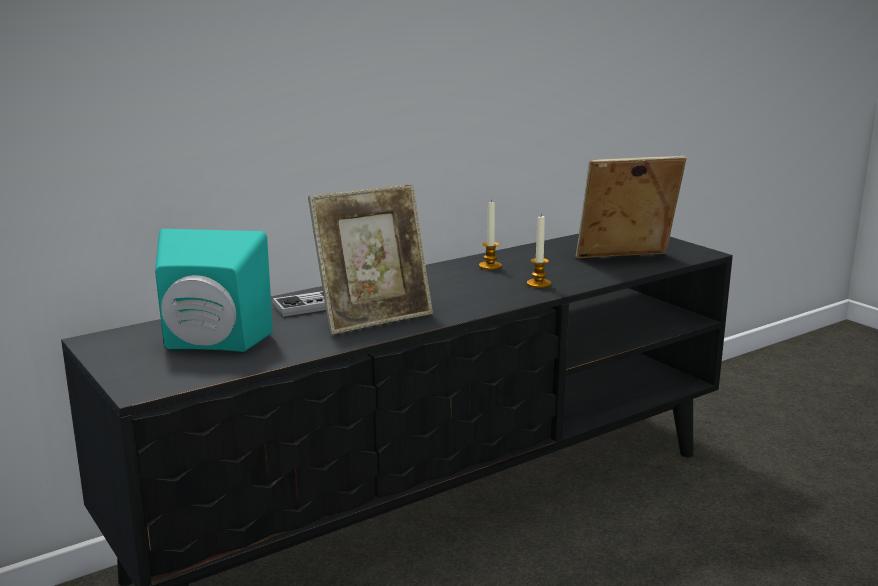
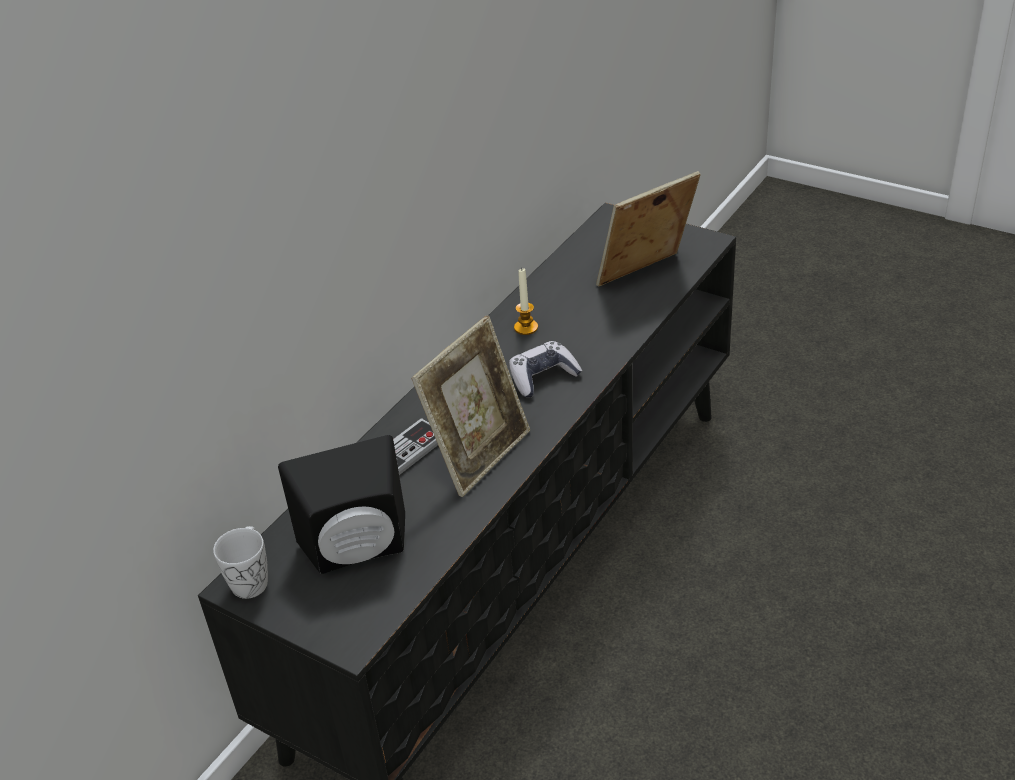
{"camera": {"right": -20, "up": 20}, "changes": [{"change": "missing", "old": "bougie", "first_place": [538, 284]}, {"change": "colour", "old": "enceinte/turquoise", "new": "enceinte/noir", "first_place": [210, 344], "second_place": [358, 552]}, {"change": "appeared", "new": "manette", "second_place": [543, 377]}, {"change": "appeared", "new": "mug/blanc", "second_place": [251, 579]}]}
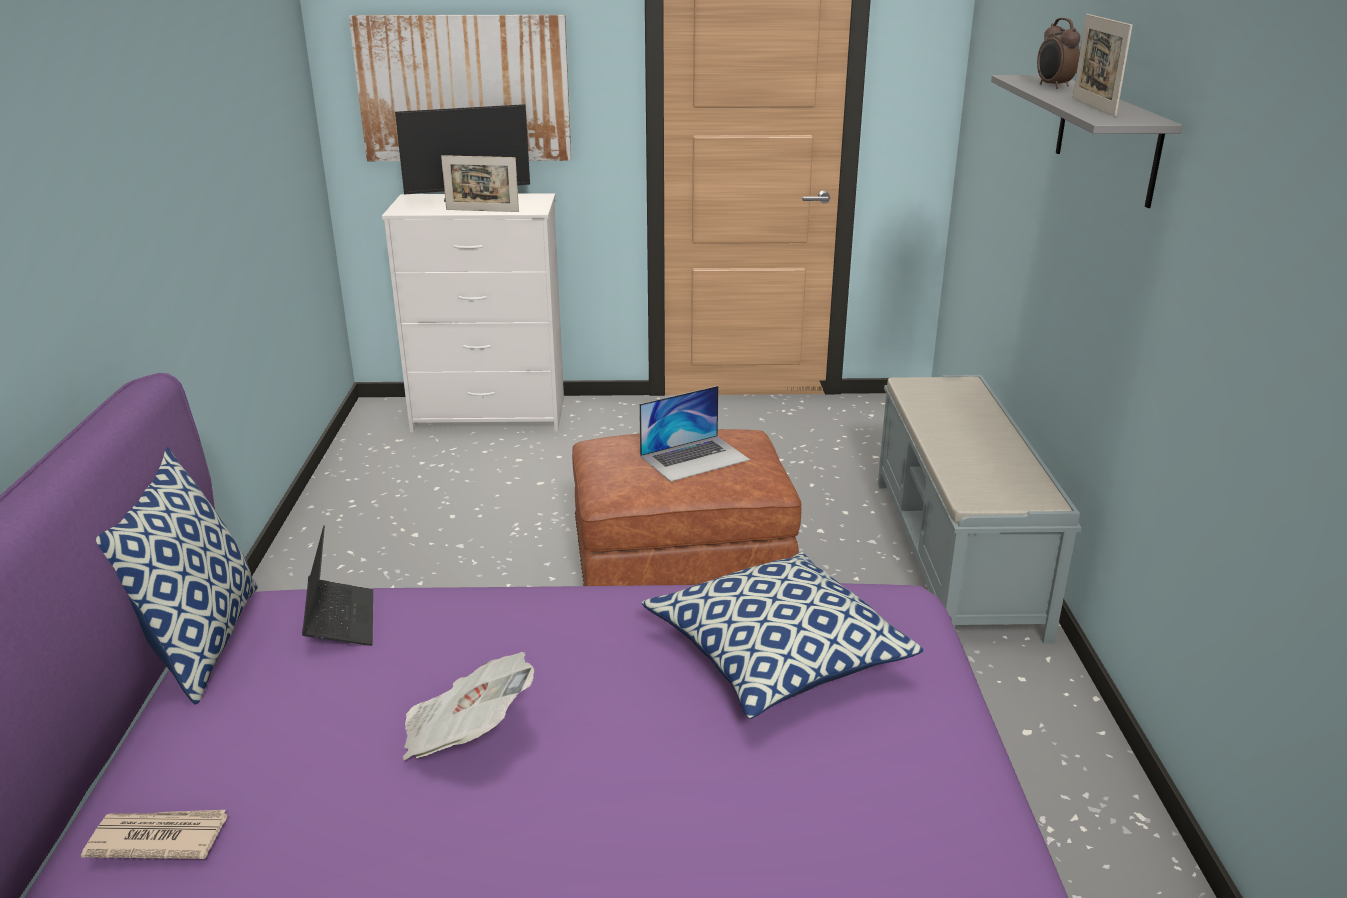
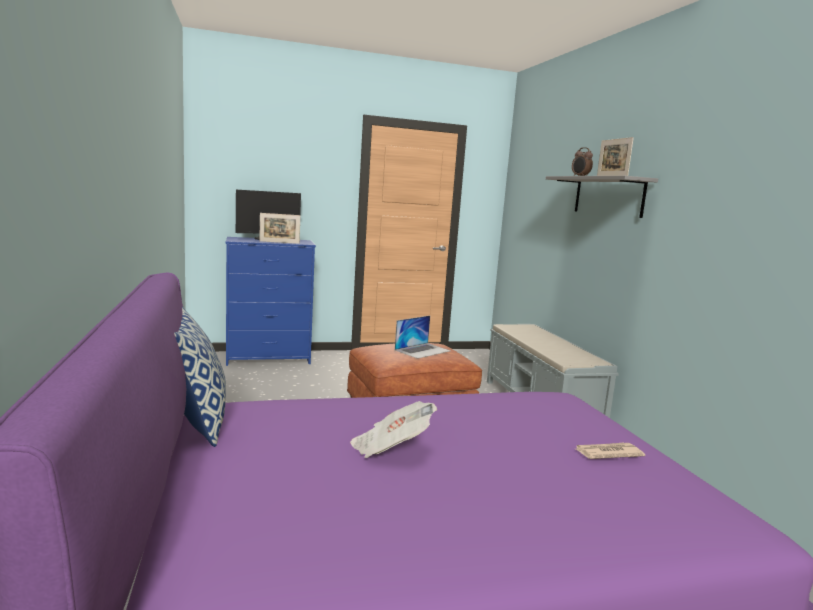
{"camera": {"right": -15, "up": -15}, "changes": [{"change": "missing", "old": "tableau", "first_place": [464, 89]}, {"change": "colour", "old": "commode/blanc", "new": "commode/bleu", "first_place": [491, 414], "second_place": [269, 358]}, {"change": "missing", "old": "ordinateur portable", "first_place": [340, 621]}, {"change": "missing", "old": "coussin", "first_place": [776, 656]}, {"change": "relocated", "old": "journal", "first_place": [157, 838], "second_place": [607, 453]}]}
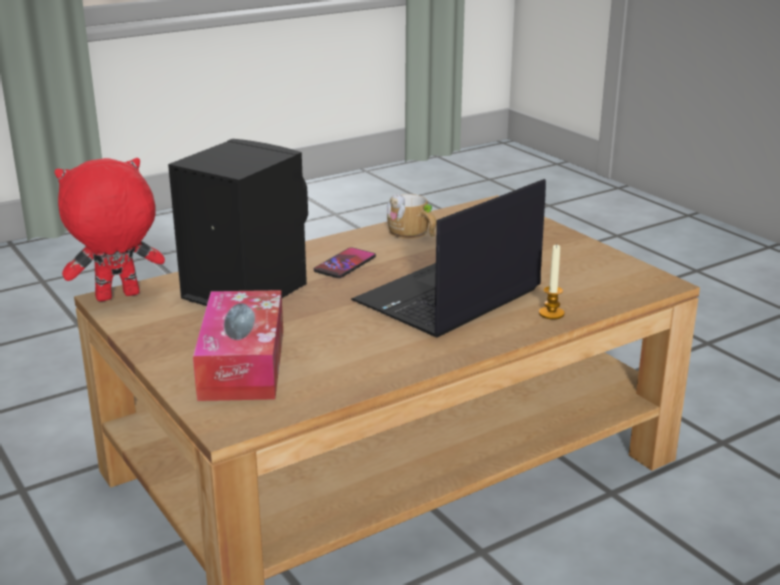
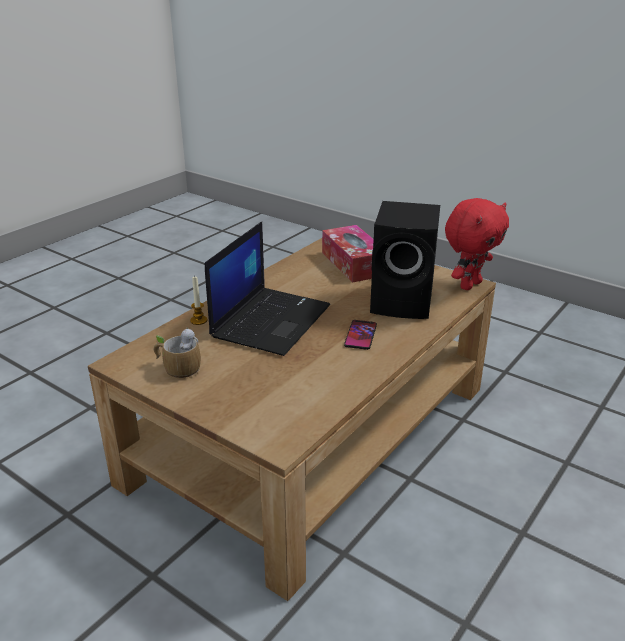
{"camera": {"right": 160, "up": 5}, "changes": [{"change": "relocated", "old": "mug", "first_place": [413, 234], "second_place": [177, 367]}]}
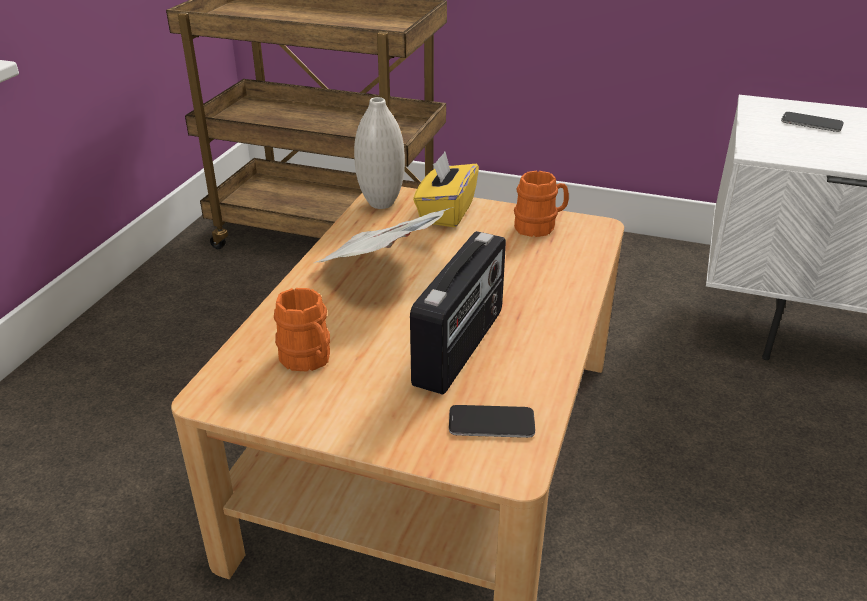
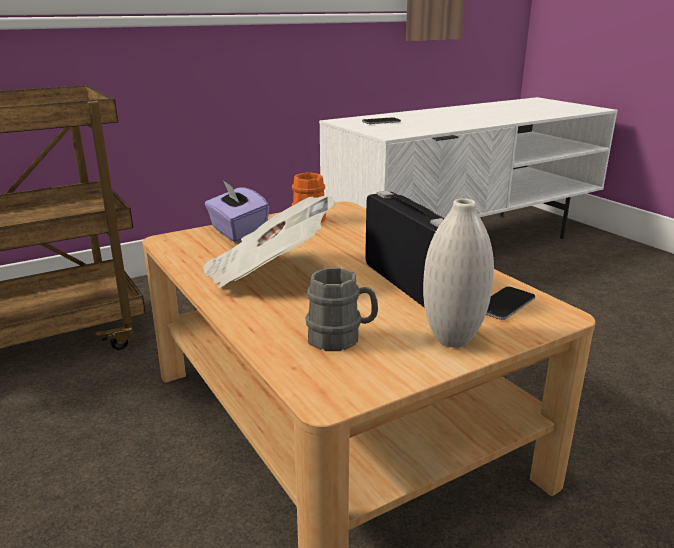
{"camera": {"right": -50, "up": -10}, "changes": [{"change": "relocated", "old": "vase/blanc", "first_place": [381, 203], "second_place": [452, 339]}, {"change": "colour", "old": "boîte à mouchoirs/jaune", "new": "boîte à mouchoirs/violet", "first_place": [446, 212], "second_place": [237, 232]}, {"change": "colour", "old": "mug/orange", "new": "mug/gris", "first_place": [309, 360], "second_place": [341, 338]}]}
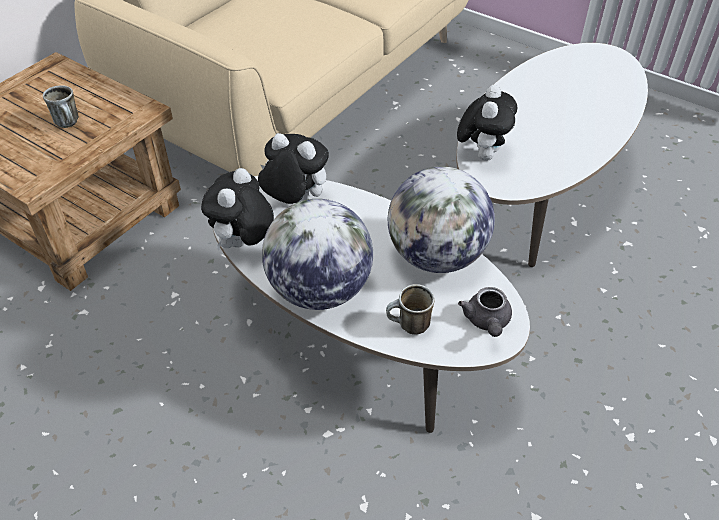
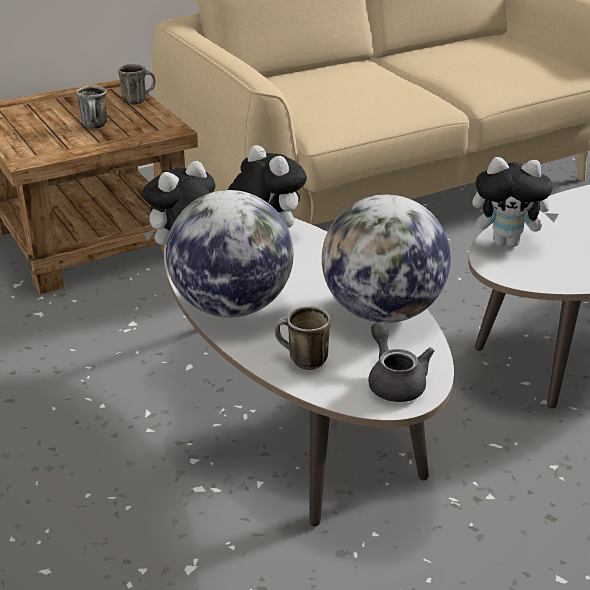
{"camera": {"right": 25, "up": -15}, "changes": [{"change": "spun", "old": "peluche", "first_place": [482, 154], "second_place": [507, 242], "degrees": 60}, {"change": "spun", "old": "théière/gris", "first_place": [487, 322], "second_place": [394, 381], "degrees": 135}, {"change": "appeared", "new": "mug", "second_place": [138, 100]}]}
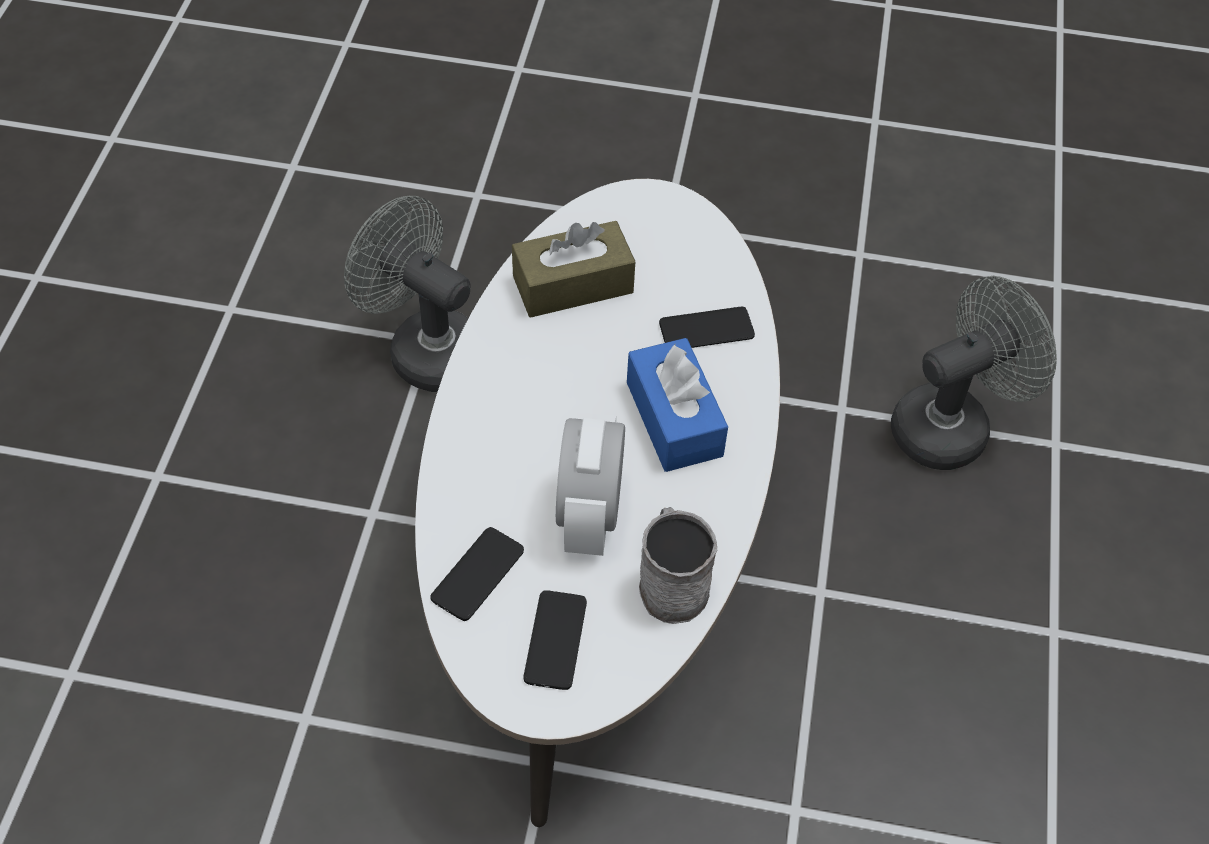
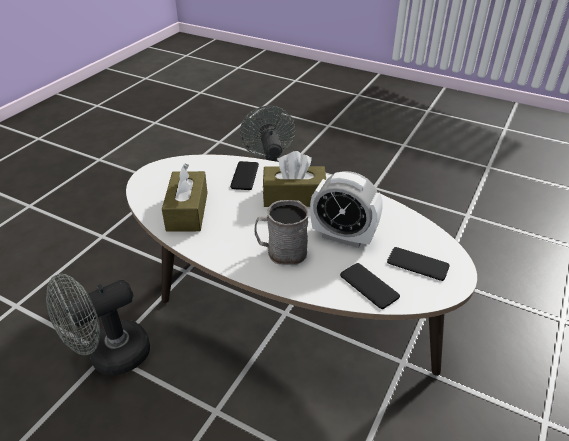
{"camera": {"right": -70, "up": -15}, "changes": [{"change": "colour", "old": "boîte à mouchoirs/bleu", "new": "boîte à mouchoirs/marron", "first_place": [674, 419], "second_place": [294, 197]}, {"change": "relocated", "old": "mug/gris", "first_place": [671, 582], "second_place": [281, 252]}]}
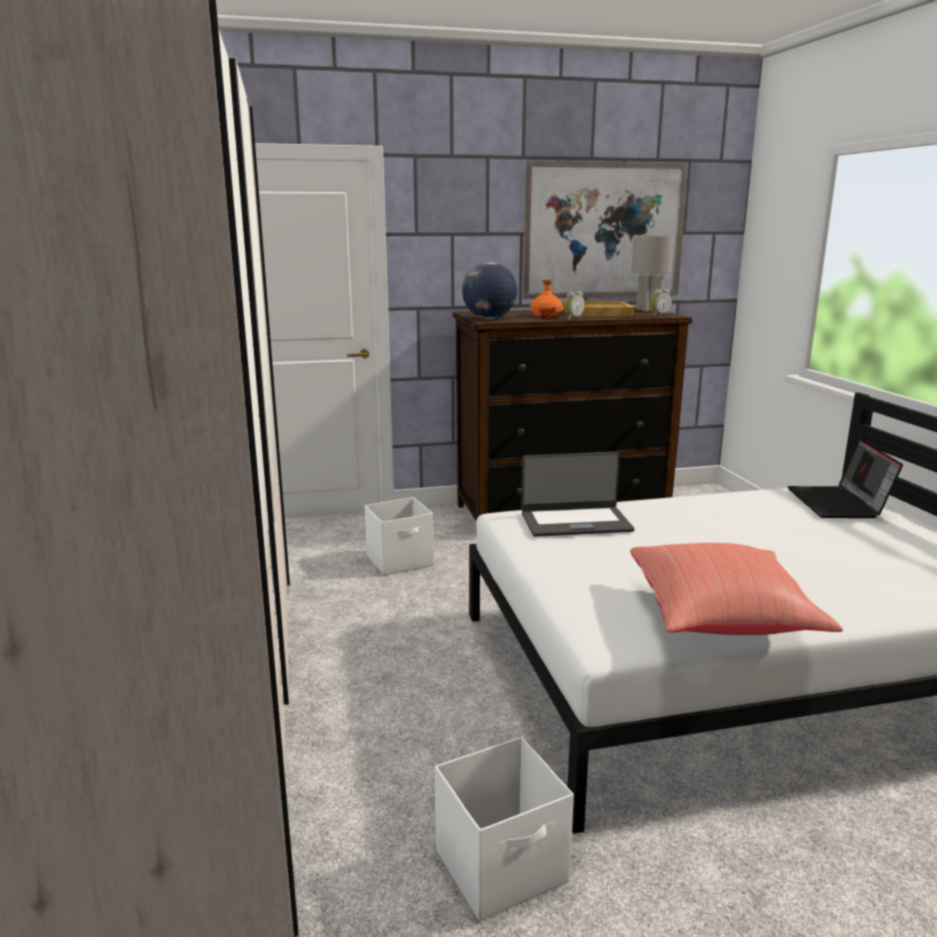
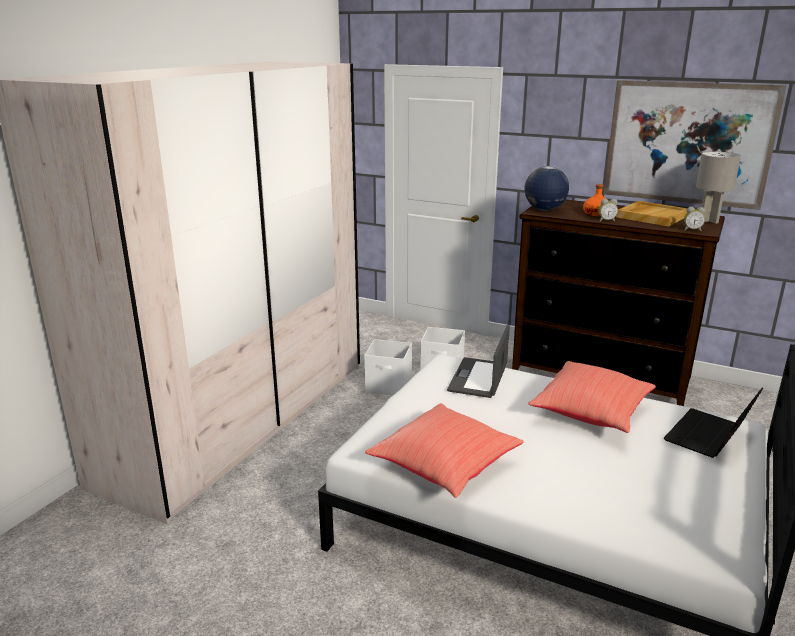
{"camera": {"right": 40, "up": 5}, "changes": [{"change": "spun", "old": "ordinateur portable", "first_place": [575, 522], "second_place": [479, 378], "degrees": 75}, {"change": "relocated", "old": "boîte de rangement/blanc", "first_place": [503, 867], "second_place": [389, 386]}, {"change": "appeared", "new": "coussin/rouge", "second_place": [592, 413]}]}
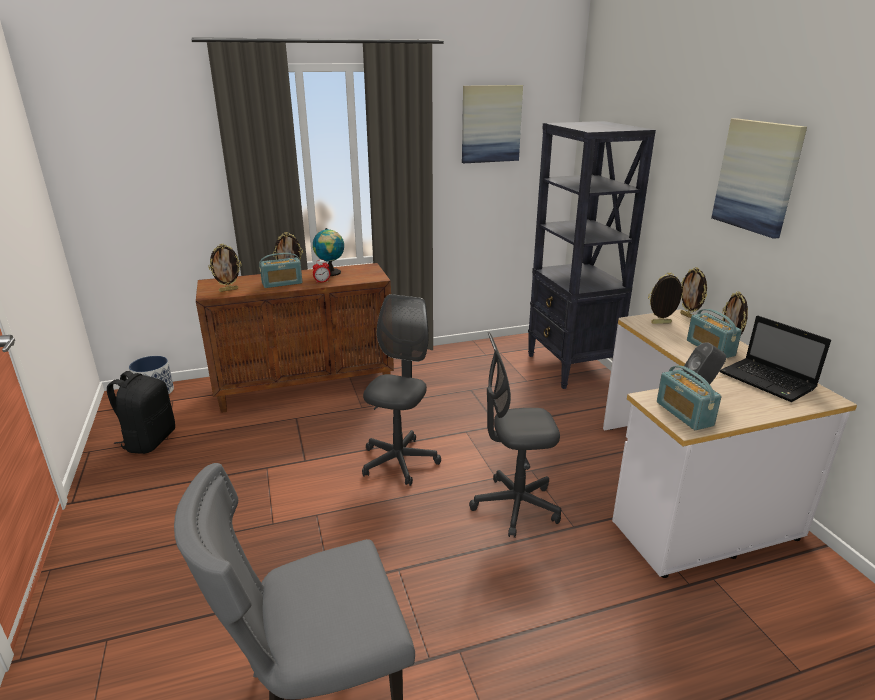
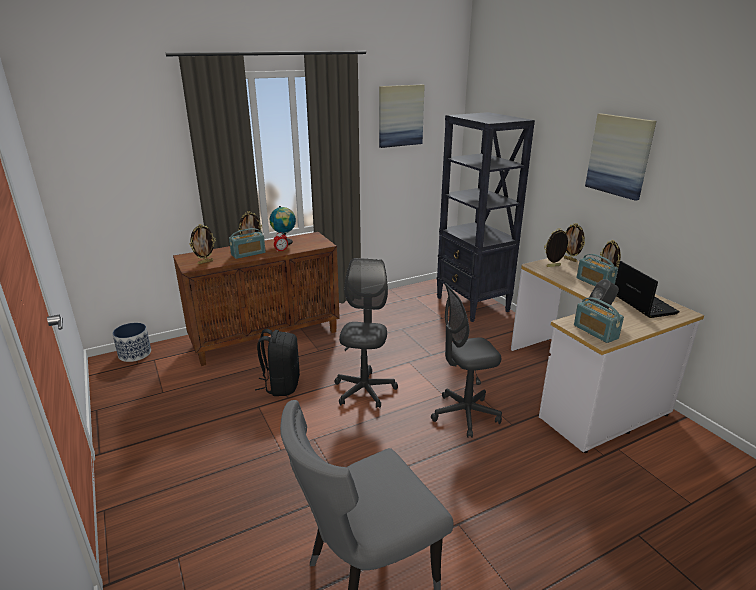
{"camera": {"right": -10, "up": 0}, "changes": [{"change": "spun", "old": "ordinateur portable", "first_place": [768, 381], "second_place": [642, 303], "degrees": -150}, {"change": "relocated", "old": "sac à dos/noir", "first_place": [149, 441], "second_place": [281, 385]}]}
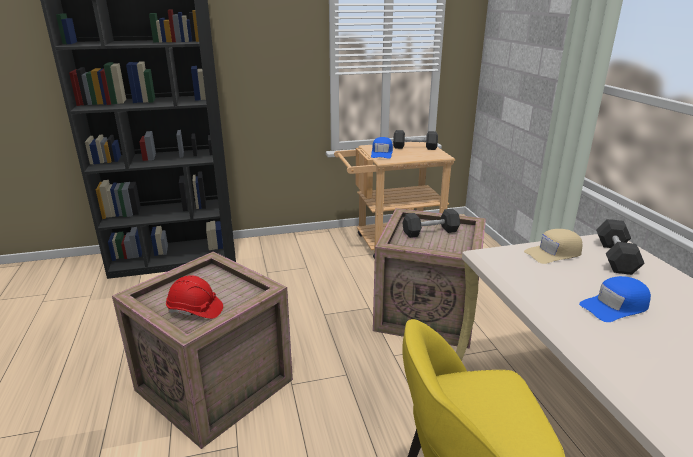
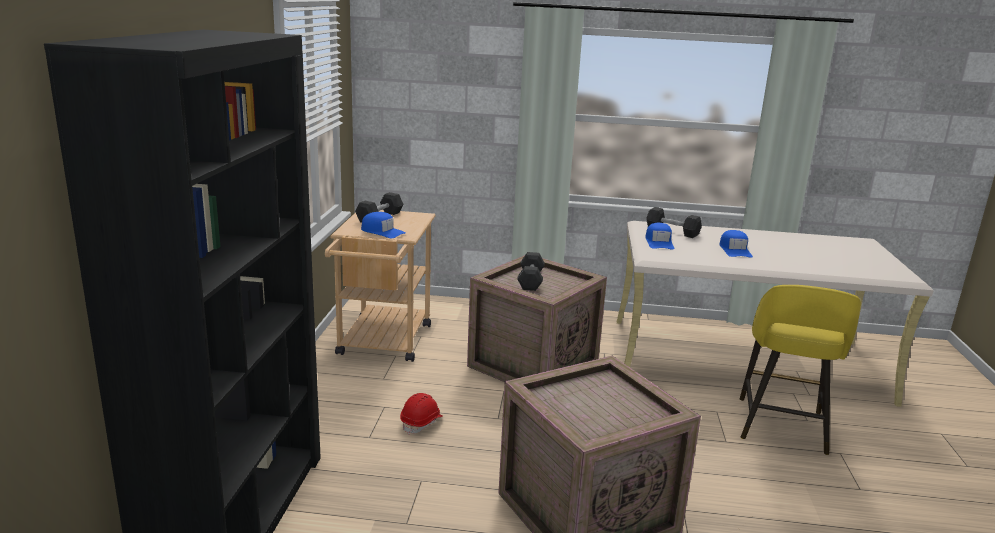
{"camera": {"right": -70, "up": -5}, "changes": [{"change": "colour", "old": "casquette/beige", "new": "casquette/bleu", "first_place": [553, 253], "second_place": [659, 242]}, {"change": "relocated", "old": "casque de chantier/rouge", "first_place": [195, 310], "second_place": [421, 422]}]}
